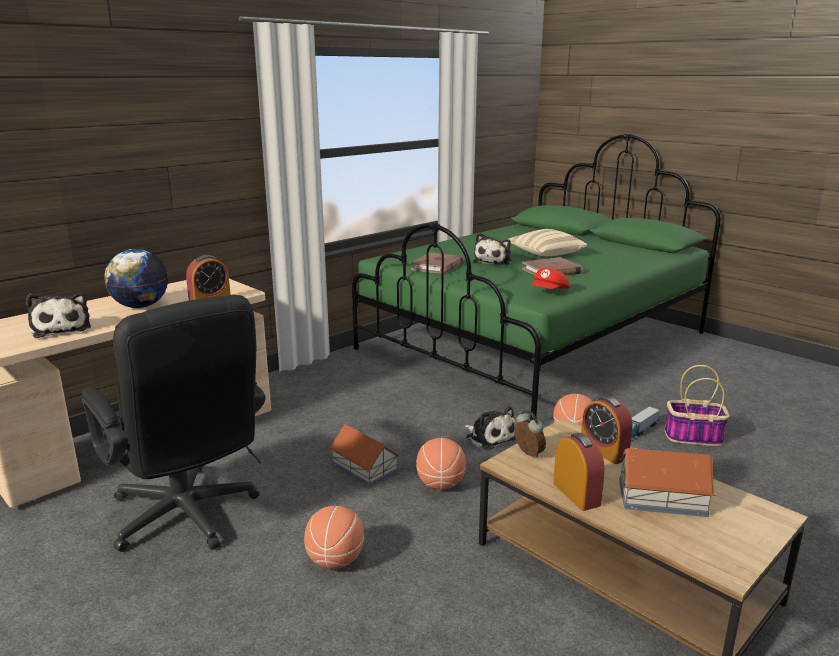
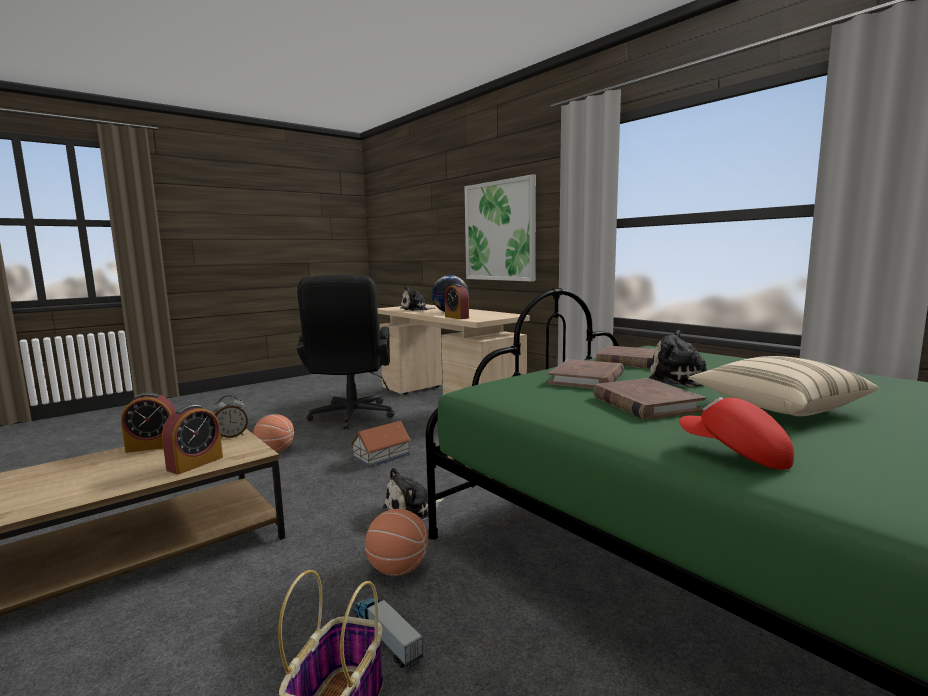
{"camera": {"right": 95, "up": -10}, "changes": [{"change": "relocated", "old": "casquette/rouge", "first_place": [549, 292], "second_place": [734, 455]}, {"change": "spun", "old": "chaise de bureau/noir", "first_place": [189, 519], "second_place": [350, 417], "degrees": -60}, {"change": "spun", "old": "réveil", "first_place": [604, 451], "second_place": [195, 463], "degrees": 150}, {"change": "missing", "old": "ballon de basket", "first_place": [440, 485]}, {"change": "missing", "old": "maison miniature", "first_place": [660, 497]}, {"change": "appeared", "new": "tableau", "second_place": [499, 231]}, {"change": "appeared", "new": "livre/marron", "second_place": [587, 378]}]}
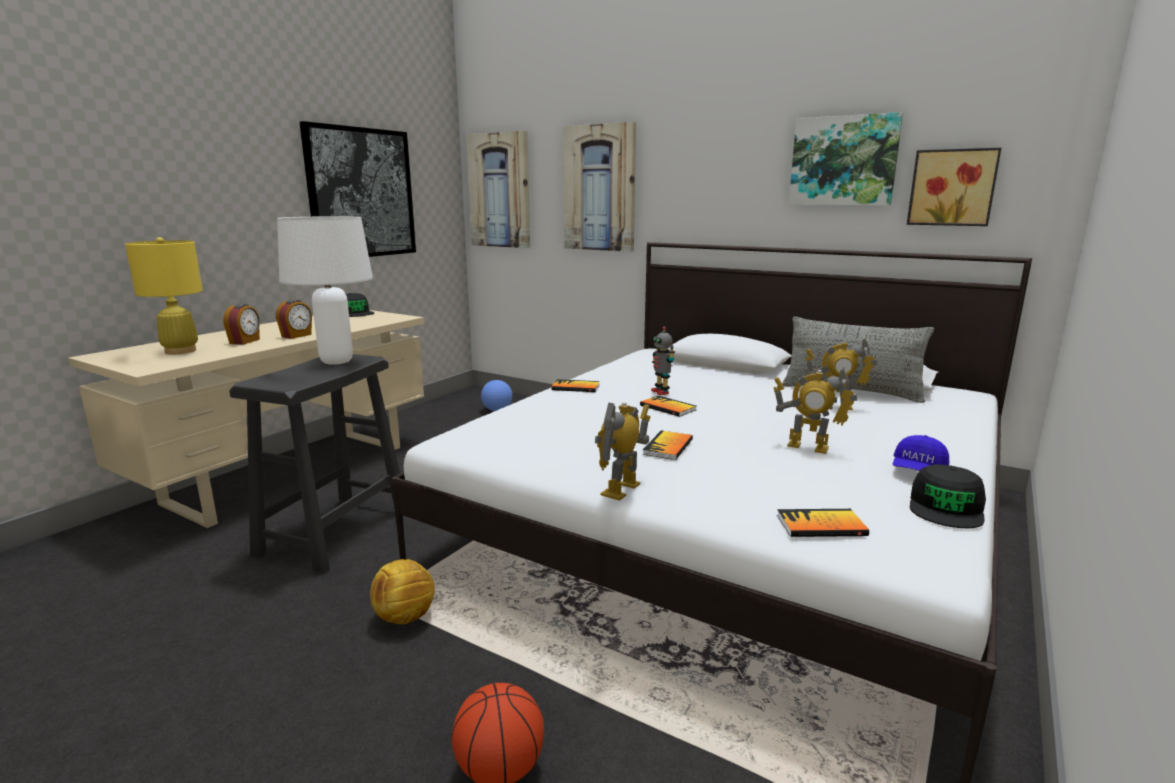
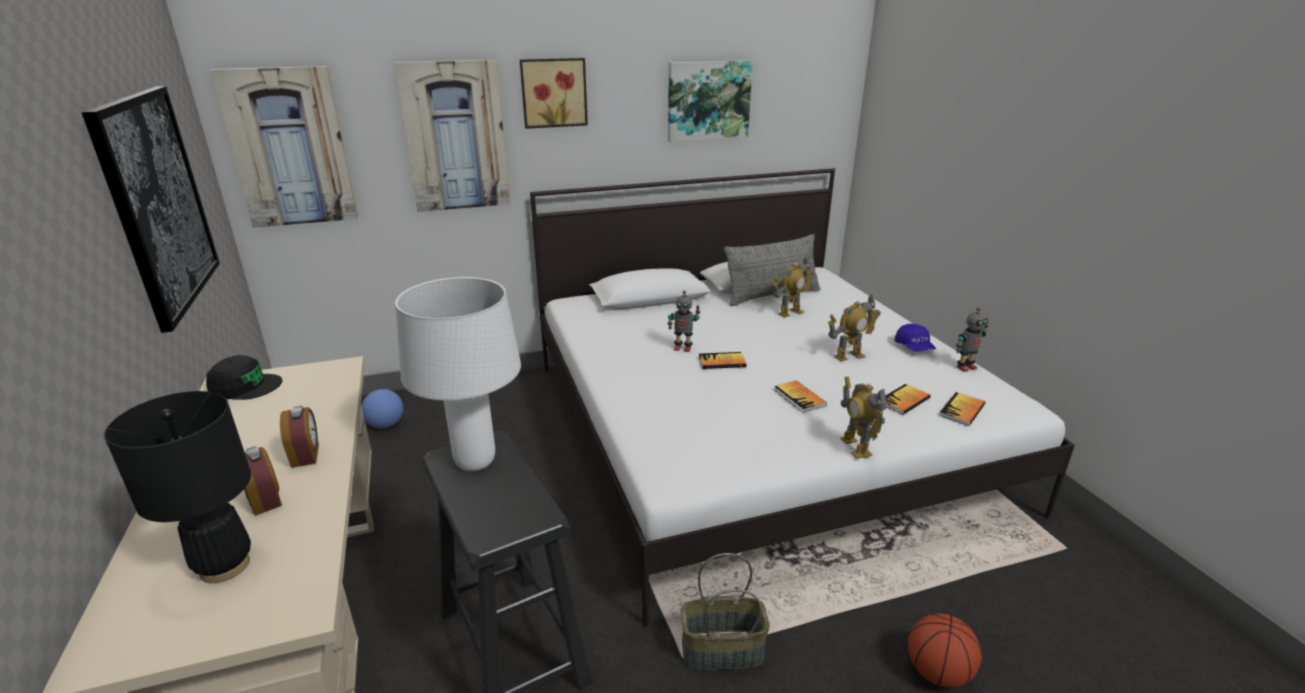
{"camera": {"right": -50, "up": 10}, "changes": [{"change": "relocated", "old": "tableau", "first_place": [952, 187], "second_place": [553, 92]}, {"change": "colour", "old": "lampe de table/jaune", "new": "lampe de table/noir", "first_place": [180, 351], "second_place": [224, 566]}, {"change": "relocated", "old": "livre", "first_place": [575, 387], "second_place": [904, 401]}, {"change": "exchanged", "old": "casquette/noir", "new": "robot jouet", "first_place": [946, 507], "second_place": [965, 367]}, {"change": "exchanged", "old": "ballon de foot", "new": "panier", "first_place": [405, 617], "second_place": [721, 652]}]}
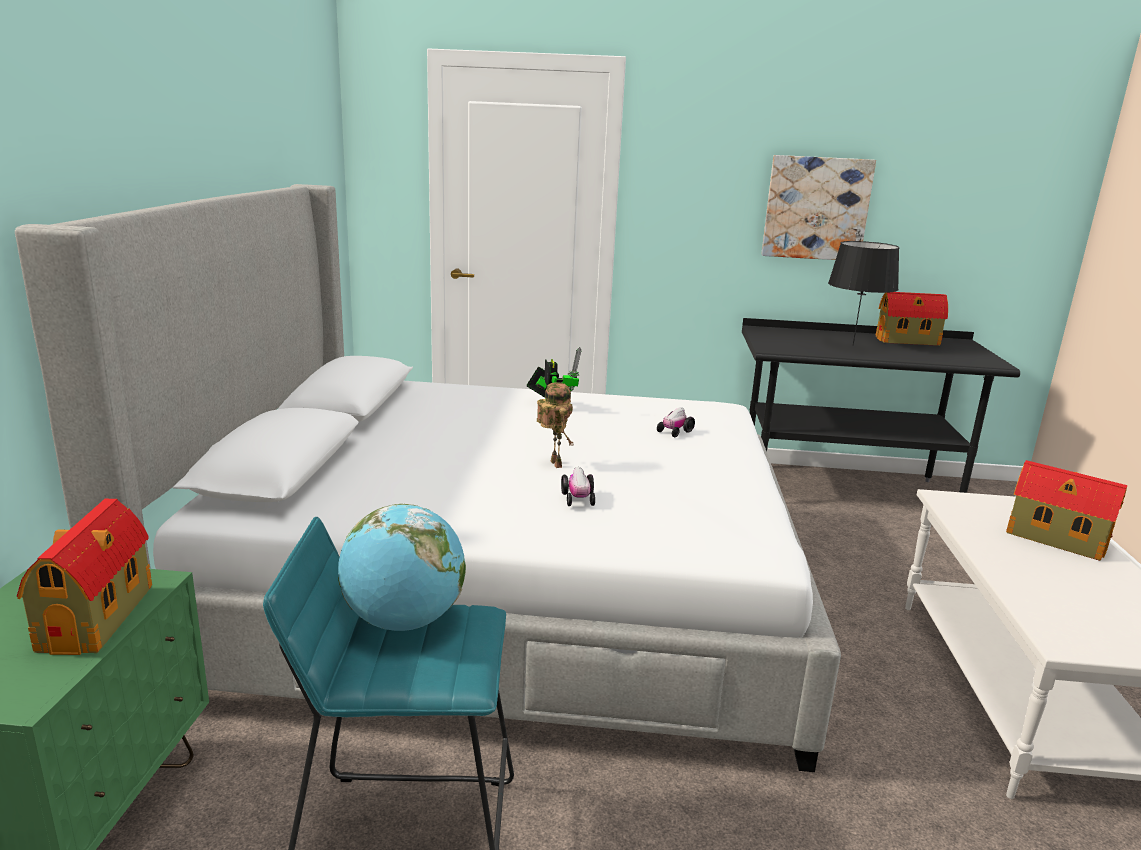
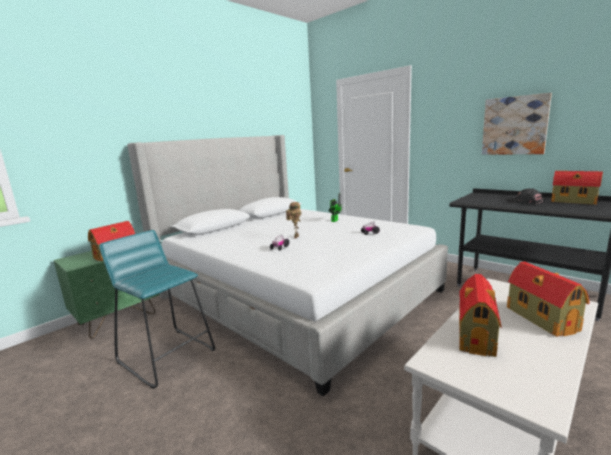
{"camera": {"right": 40, "up": -5}, "changes": [{"change": "exchanged", "old": "lampe de table/noir", "new": "casquette/noir", "first_place": [853, 345], "second_place": [524, 202]}, {"change": "missing", "old": "globe", "first_place": [404, 621]}, {"change": "appeared", "new": "maison miniature", "second_place": [476, 335]}]}
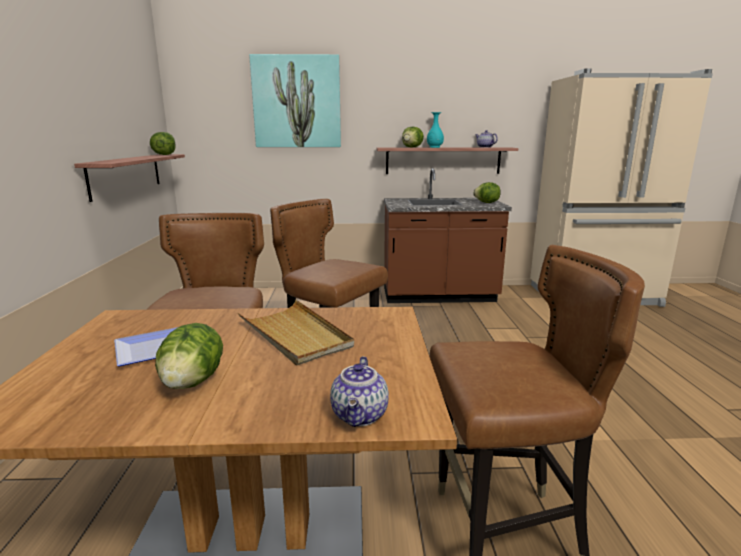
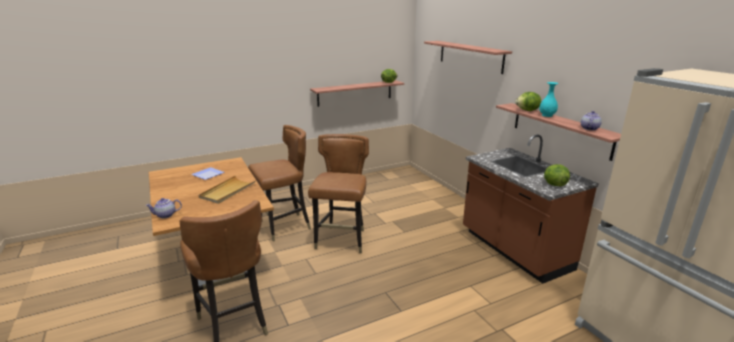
{"camera": {"right": 65, "up": 5}, "changes": [{"change": "exchanged", "old": "tableau", "new": "étagère", "first_place": [297, 102], "second_place": [470, 56]}, {"change": "missing", "old": "laitue", "first_place": [192, 382]}]}
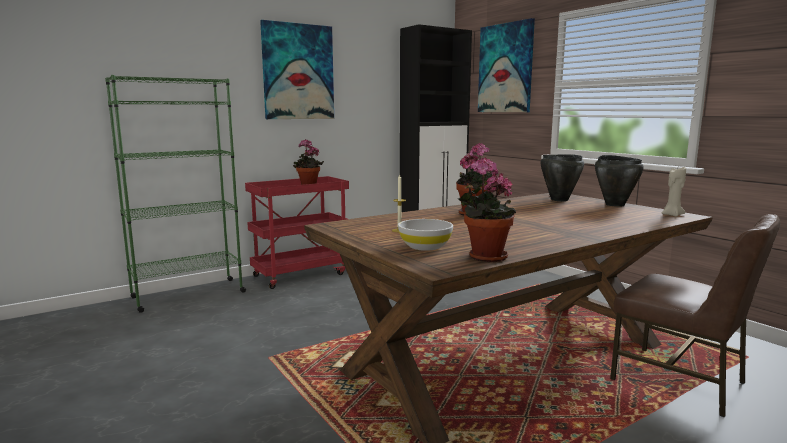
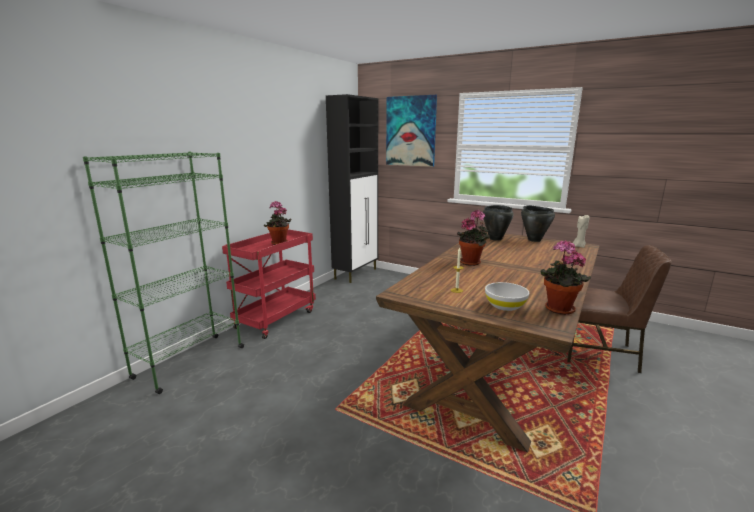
{"camera": {"right": -25, "up": 5}, "changes": [{"change": "missing", "old": "tableau", "first_place": [298, 72]}]}
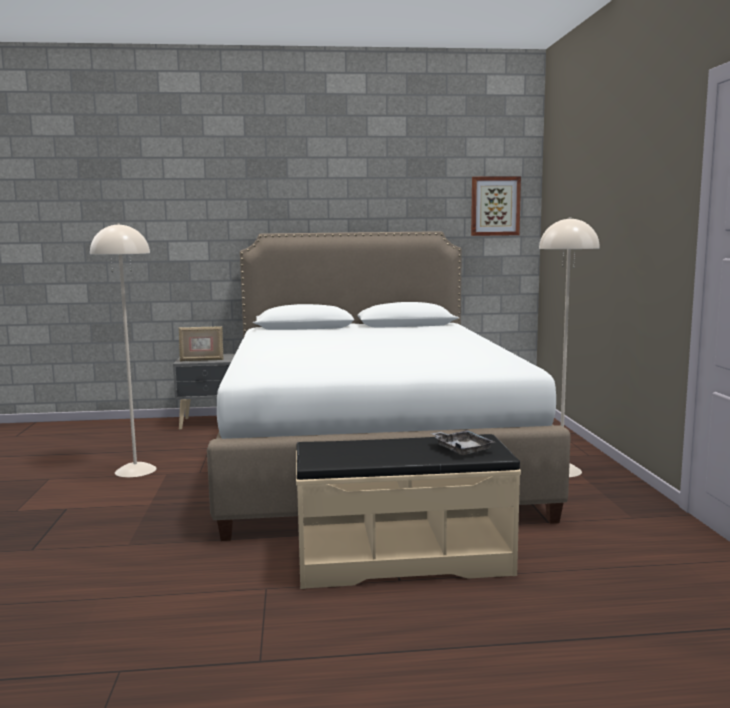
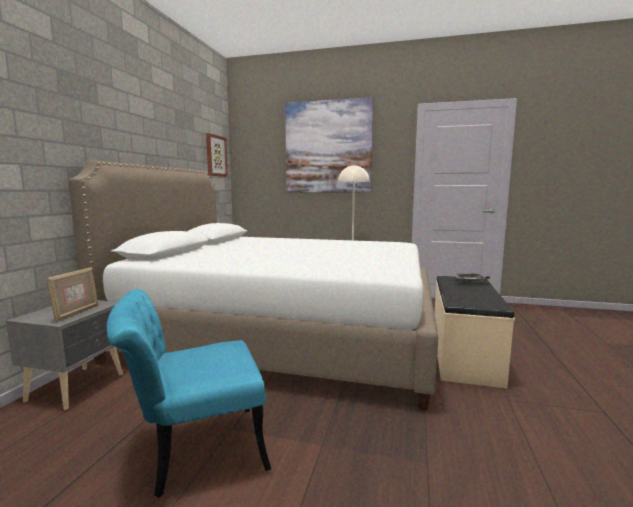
{"camera": {"right": -70, "up": 0}, "changes": [{"change": "exchanged", "old": "lampadaire/beige", "new": "chaise/turquoise", "first_place": [136, 470], "second_place": [194, 452]}, {"change": "appeared", "new": "tableau", "second_place": [328, 147]}]}
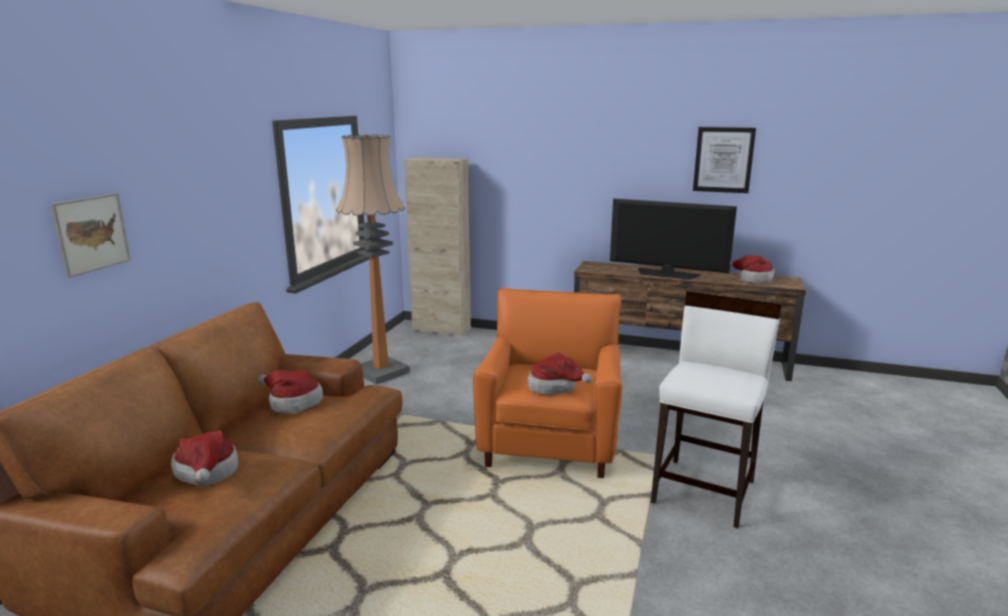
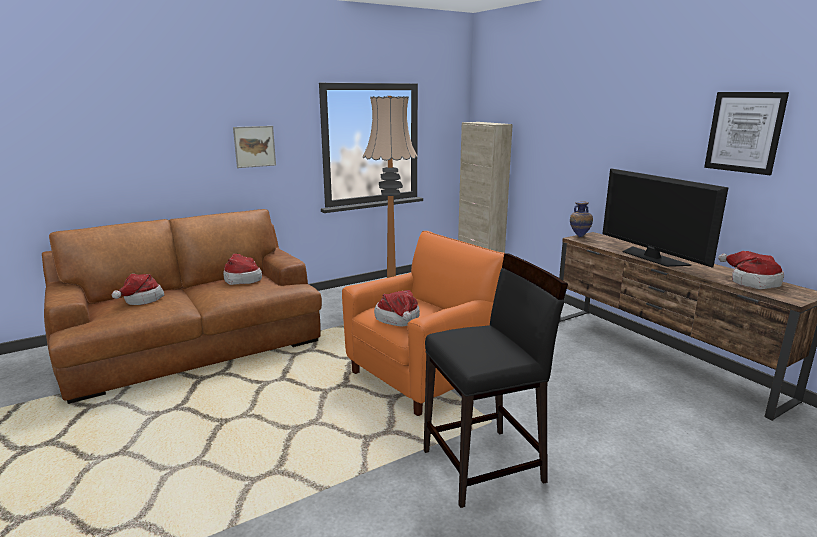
{"camera": {"right": 40, "up": 0}, "changes": [{"change": "relocated", "old": "tableau", "first_place": [91, 234], "second_place": [254, 146]}, {"change": "colour", "old": "tabouret/blanc", "new": "tabouret/noir", "first_place": [704, 491], "second_place": [484, 466]}, {"change": "appeared", "new": "vase", "second_place": [579, 236]}]}
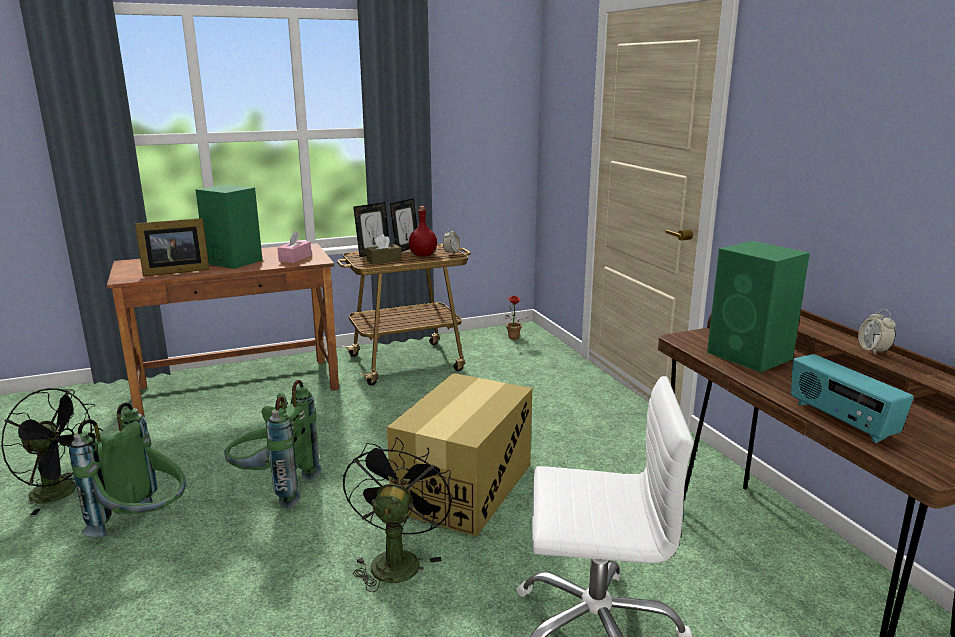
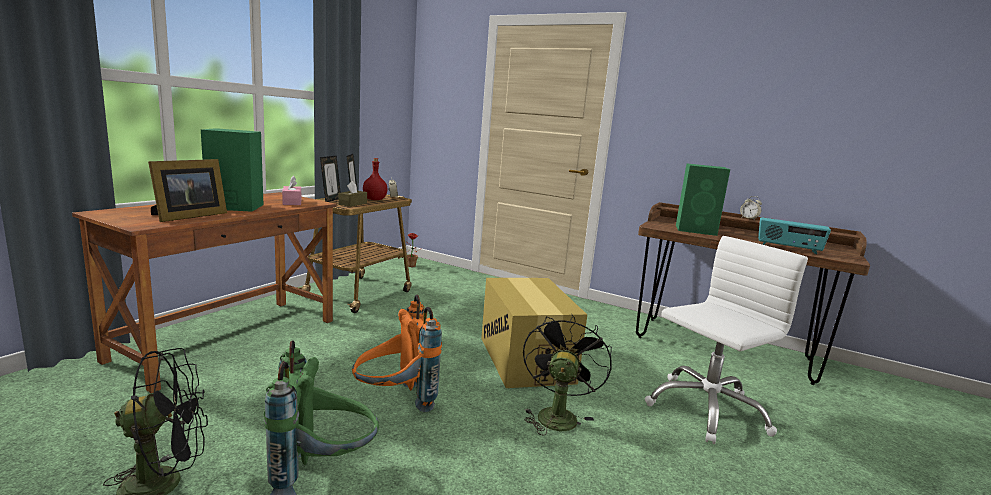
{"camera": {"right": -40, "up": -5}, "changes": [{"change": "colour", "old": "sac à dos/vert", "new": "sac à dos/orange", "first_place": [274, 488], "second_place": [395, 402]}, {"change": "spun", "old": "ventilateur/noir", "first_place": [396, 559], "second_place": [556, 414], "degrees": 45}]}
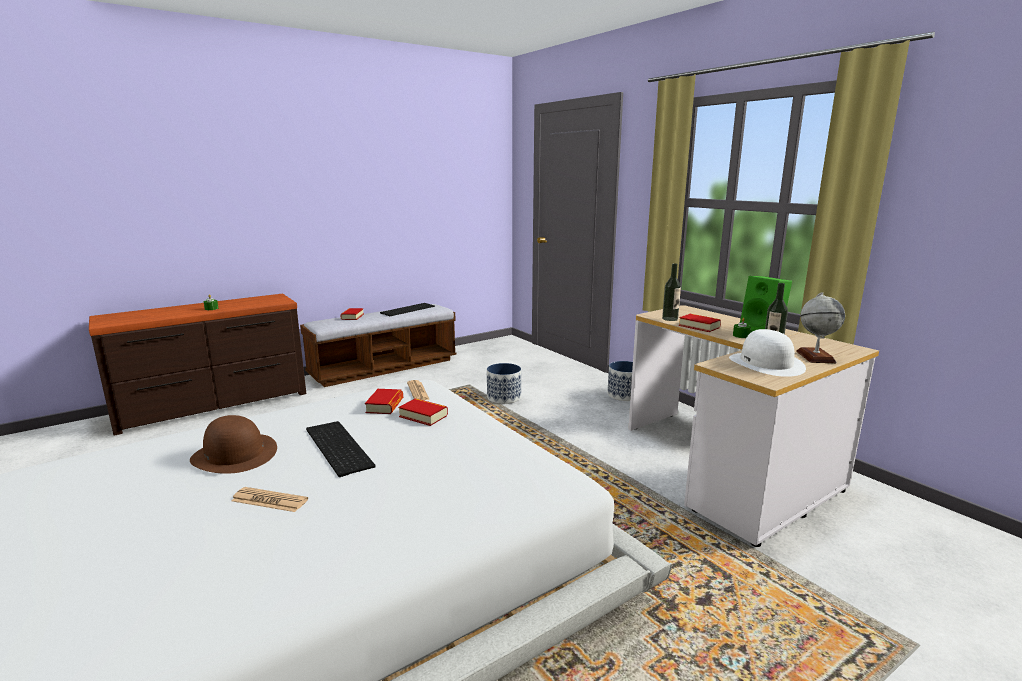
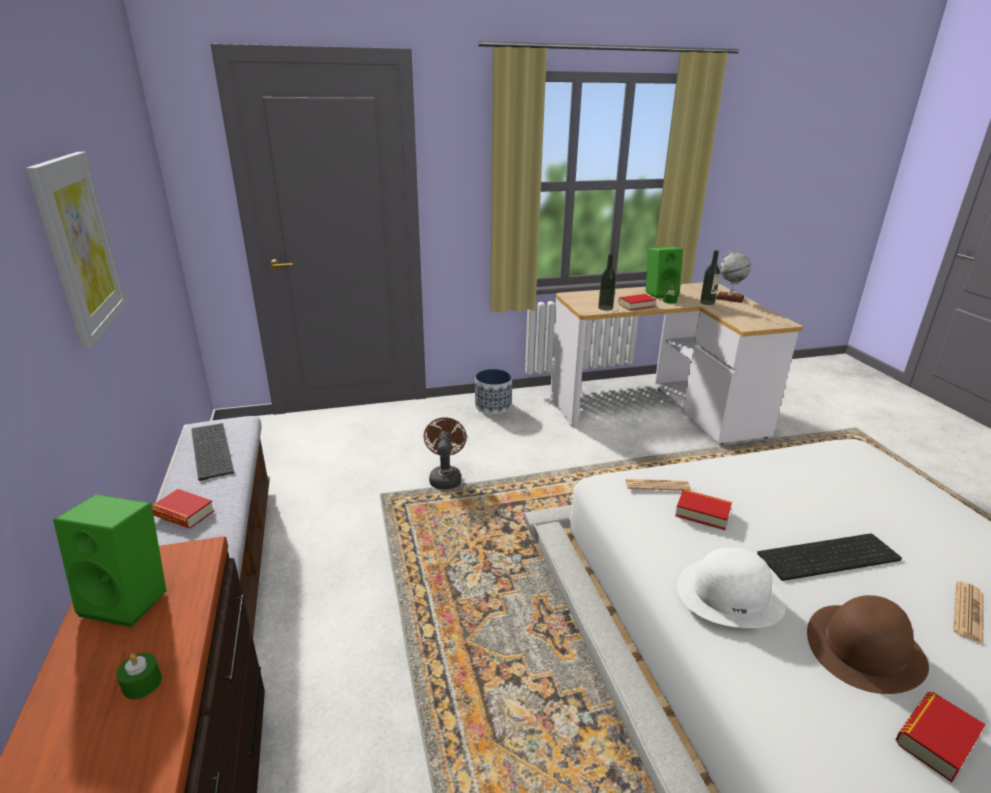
{"camera": {"right": -70, "up": 10}, "changes": [{"change": "relocated", "old": "chapeau/blanc", "first_place": [766, 364], "second_place": [730, 594]}, {"change": "exchanged", "old": "cache-pot", "new": "ventilateur/marron", "first_place": [503, 397], "second_place": [445, 477]}, {"change": "relocated", "old": "livre", "first_place": [423, 416], "second_place": [936, 739]}, {"change": "appeared", "new": "tableau", "second_place": [79, 246]}, {"change": "appeared", "new": "enceinte/vert", "second_place": [131, 599]}]}
